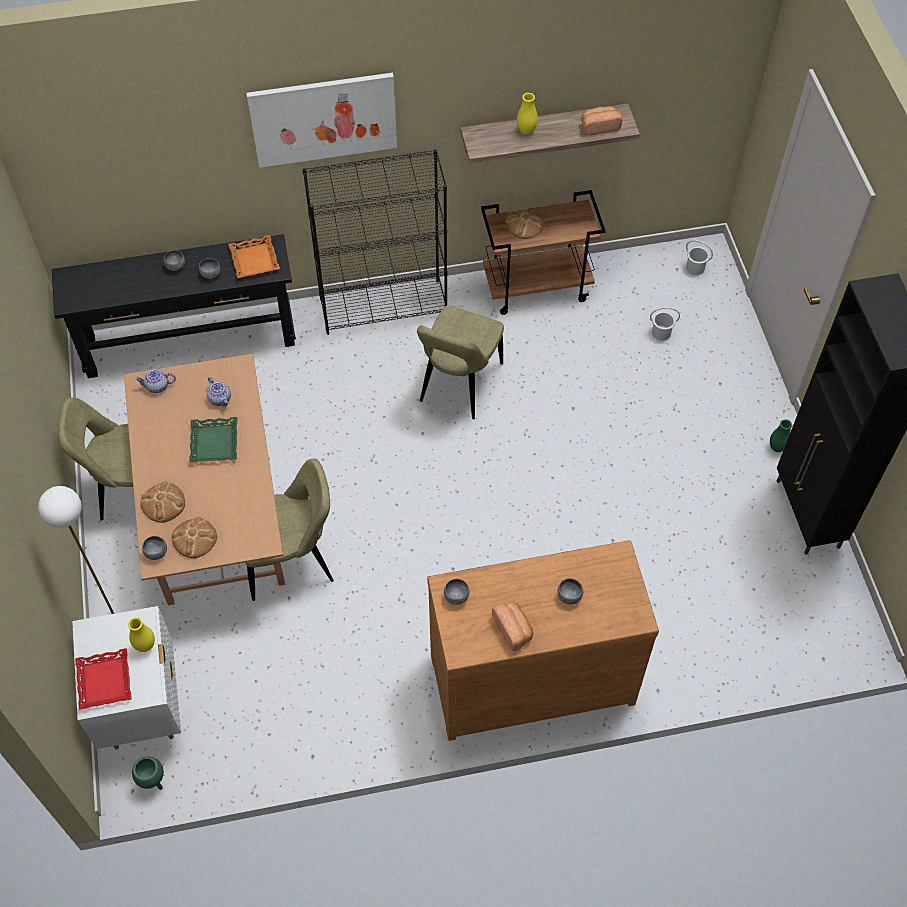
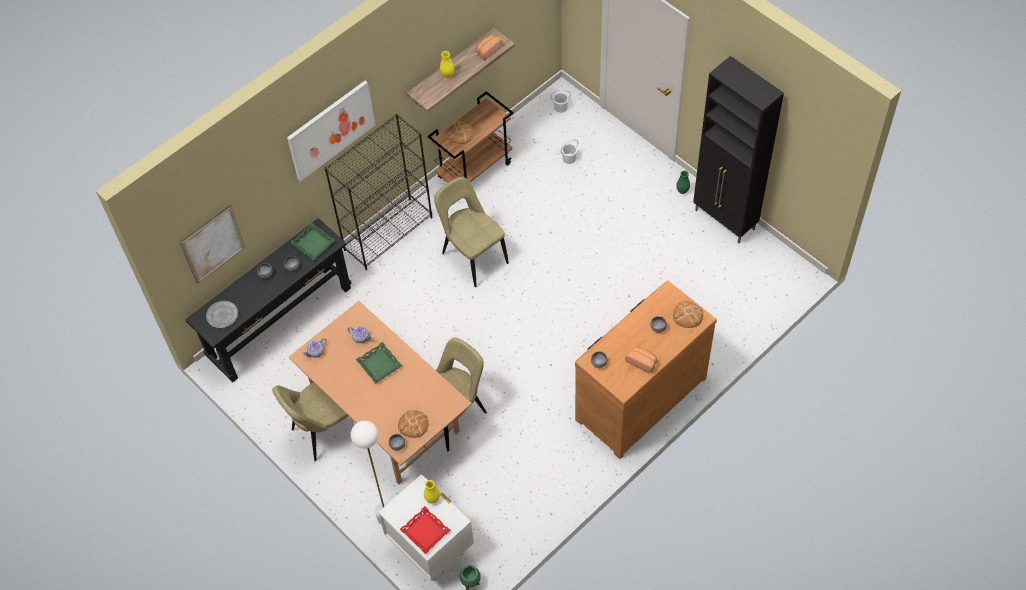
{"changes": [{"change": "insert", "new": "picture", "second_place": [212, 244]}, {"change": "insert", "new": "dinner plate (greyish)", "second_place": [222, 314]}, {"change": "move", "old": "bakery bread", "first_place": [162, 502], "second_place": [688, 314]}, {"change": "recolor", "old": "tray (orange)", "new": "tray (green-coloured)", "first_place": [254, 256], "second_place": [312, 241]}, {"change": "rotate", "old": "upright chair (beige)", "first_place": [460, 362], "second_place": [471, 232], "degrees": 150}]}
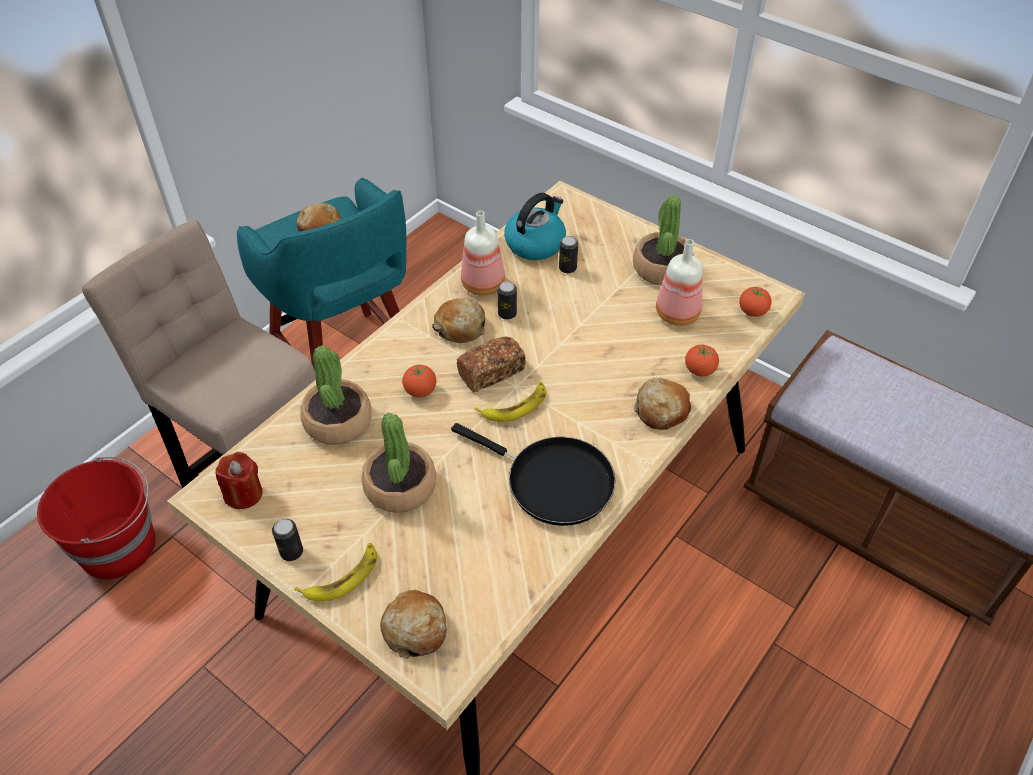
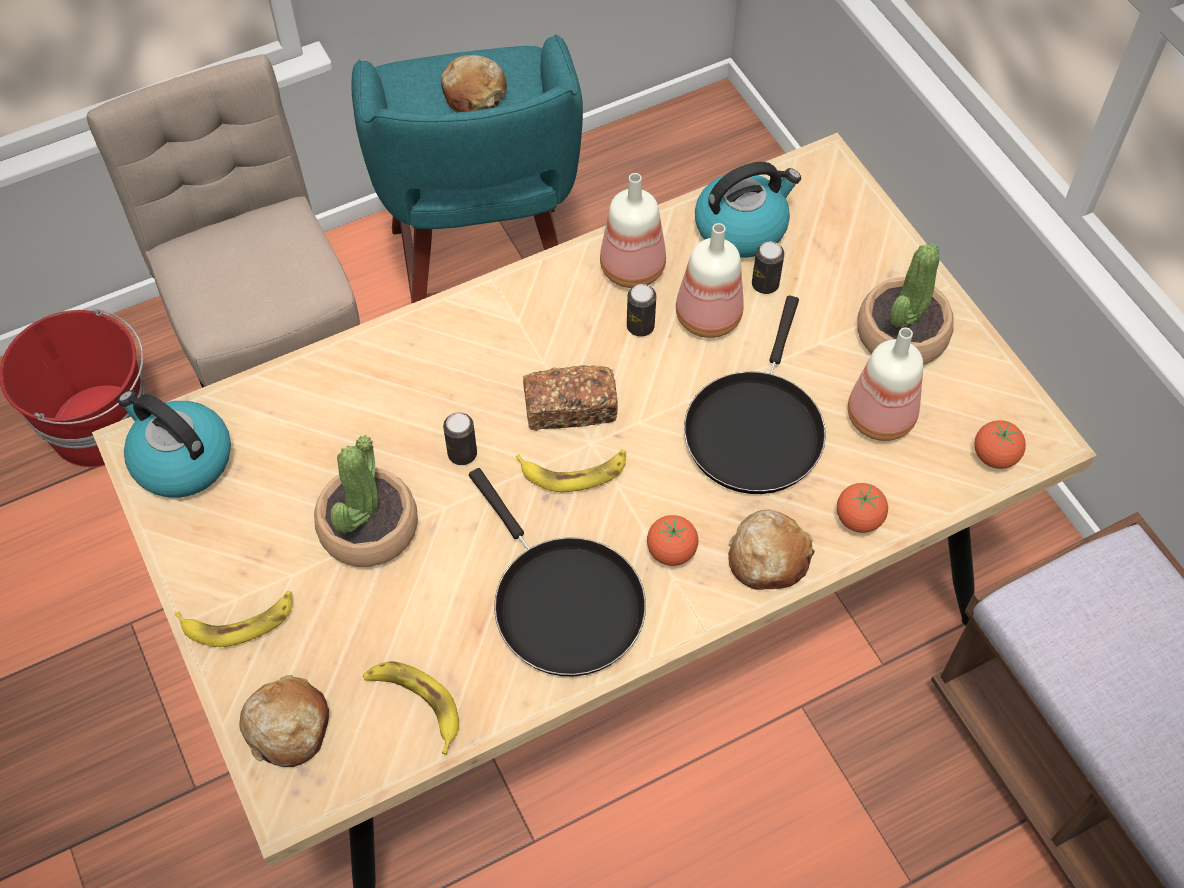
{"changes": [{"change": "delete", "old": "plant in a pot", "first_place": [336, 395]}, {"change": "delete", "old": "bakery bread", "first_place": [458, 320]}, {"change": "insert", "new": "banana", "second_place": [411, 707]}, {"change": "insert", "new": "beverage bottle", "second_place": [710, 280]}, {"change": "insert", "new": "skillet (black-coloured)", "second_place": [755, 395]}, {"change": "move", "old": "sealed can", "first_place": [287, 540], "second_place": [460, 438]}, {"change": "move", "old": "fresh tomato", "first_place": [419, 381], "second_place": [672, 540]}, {"change": "replace", "old": "candle (red)", "new": "kettle", "first_place": [239, 480], "second_place": [174, 444]}]}
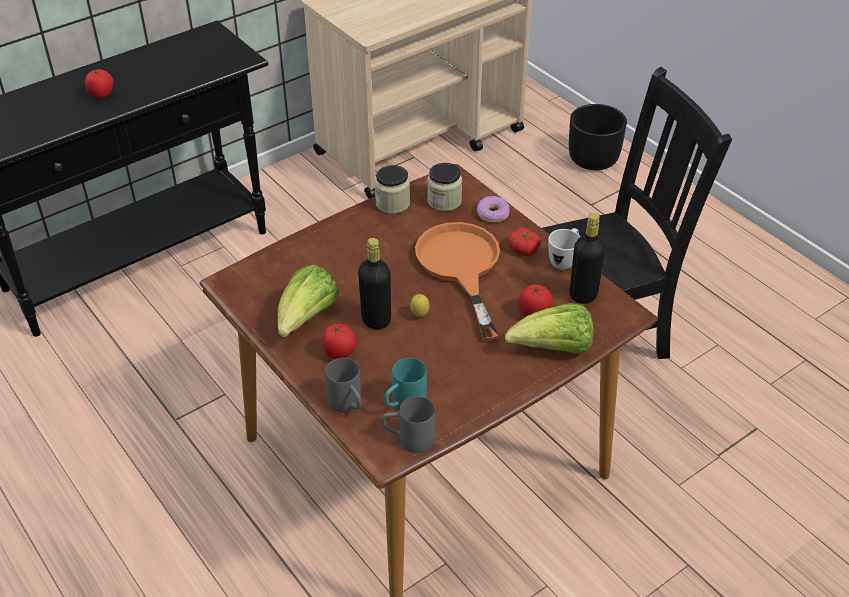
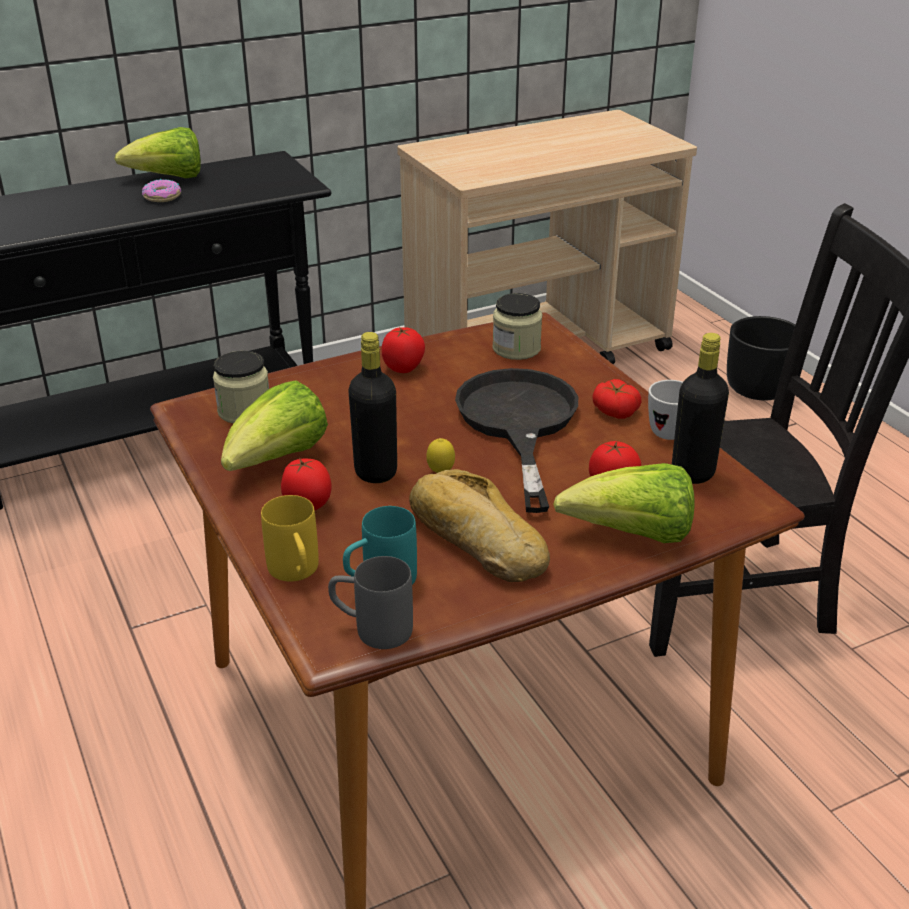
{"changes": [{"change": "insert", "new": "lettuce", "second_place": [158, 152]}, {"change": "insert", "new": "bakery bread", "second_place": [479, 525]}, {"change": "move", "old": "fresh tomato", "first_place": [99, 84], "second_place": [403, 350]}, {"change": "move", "old": "jar", "first_place": [392, 189], "second_place": [241, 387]}, {"change": "move", "old": "donut", "first_place": [493, 209], "second_place": [161, 190]}, {"change": "recolor", "old": "coffee mug (greyish)", "new": "coffee mug (yellow-coloured)", "first_place": [343, 385], "second_place": [290, 538]}, {"change": "recolor", "old": "skillet (orange)", "new": "skillet (black-coloured)", "first_place": [457, 281], "second_place": [516, 440]}]}
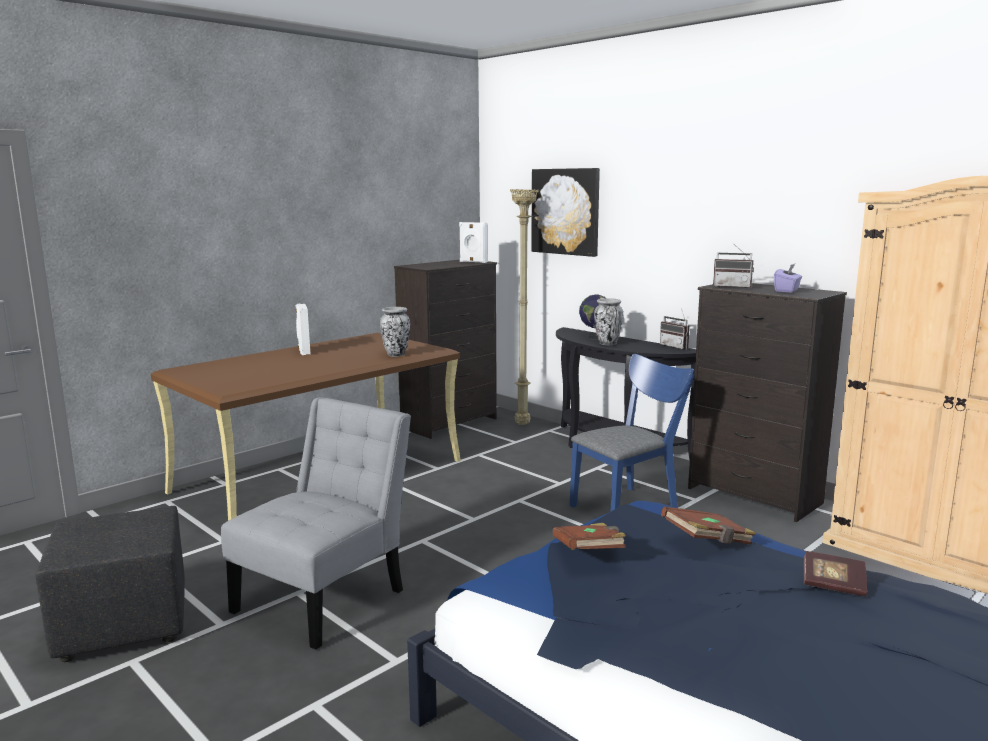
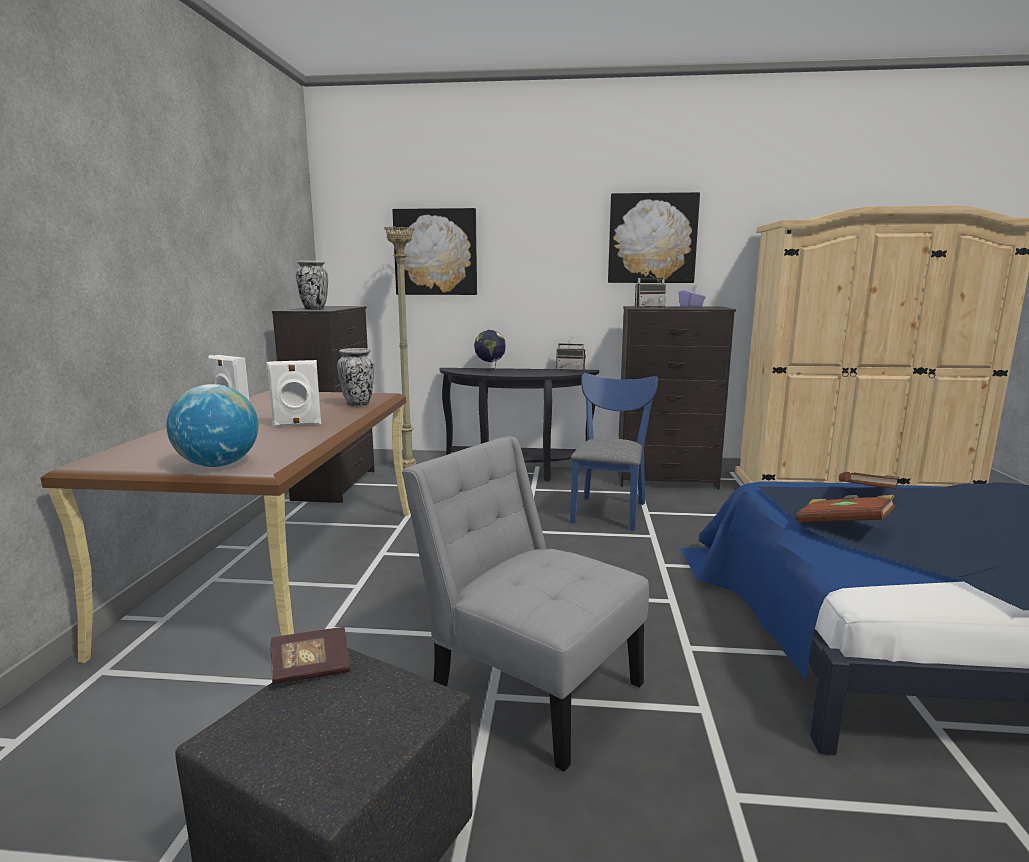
{"changes": [{"change": "insert", "new": "desk globe", "second_place": [212, 425]}, {"change": "insert", "new": "picture", "second_place": [654, 237]}, {"change": "move", "old": "speaker (white)", "first_place": [473, 242], "second_place": [293, 393]}, {"change": "move", "old": "decorative vase", "first_place": [608, 322], "second_place": [312, 285]}, {"change": "move", "old": "book", "first_place": [835, 573], "second_place": [310, 656]}, {"change": "rotate", "old": "upright chair (greyish)", "first_place": [316, 523], "second_place": [525, 604], "degrees": -45}]}
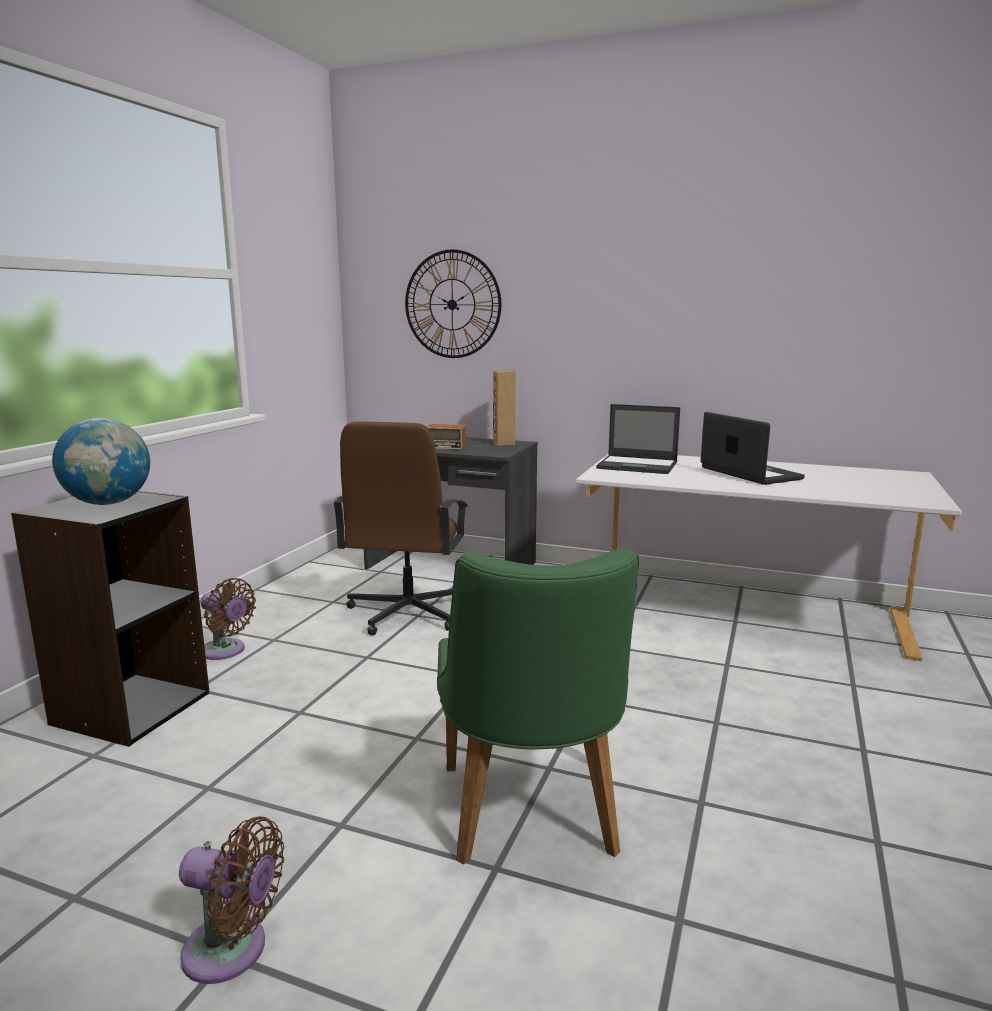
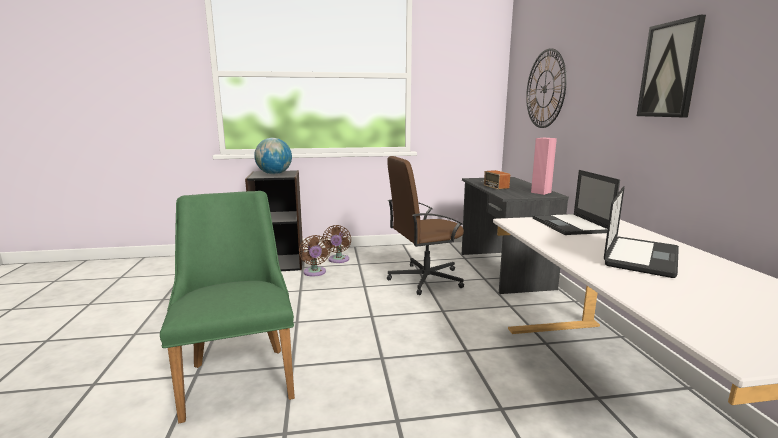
{"changes": [{"change": "insert", "new": "picture", "second_place": [671, 66]}, {"change": "move", "old": "fan (brown)", "first_place": [231, 900], "second_place": [315, 255]}, {"change": "recolor", "old": "speaker (brown)", "new": "speaker (pink)", "first_place": [504, 408], "second_place": [544, 166]}, {"change": "rotate", "old": "upright chair (green-coloured)", "first_place": [538, 706], "second_place": [227, 307], "degrees": 105}]}
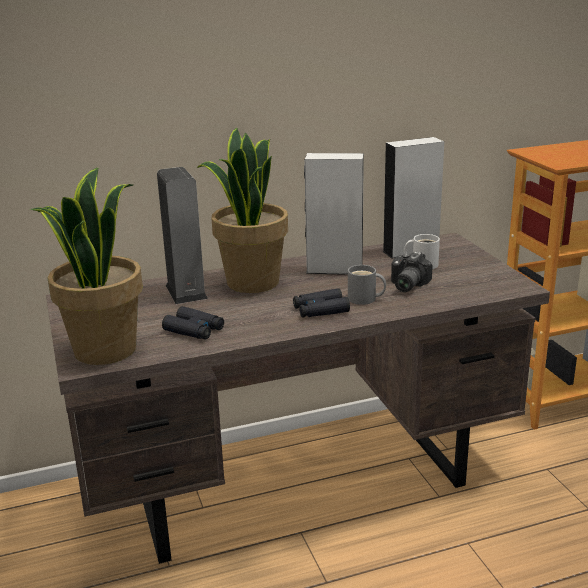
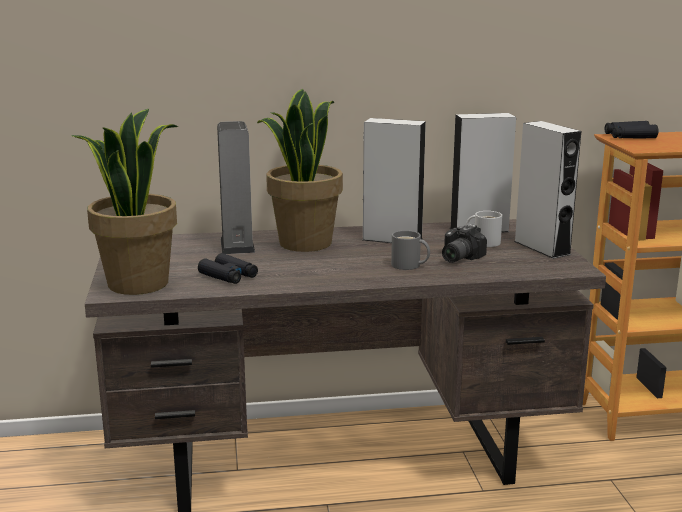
{"changes": [{"change": "insert", "new": "speaker (greyish)", "second_place": [547, 190]}, {"change": "move", "old": "field glasses (black-coloured)", "first_place": [321, 303], "second_place": [631, 130]}]}
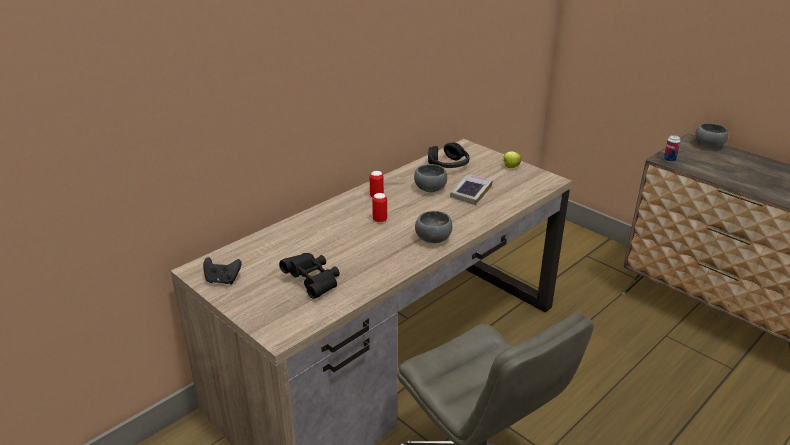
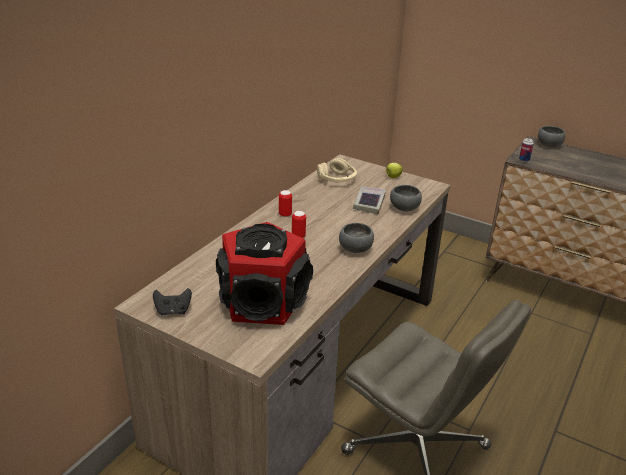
{"changes": [{"change": "move", "old": "serving bowl (greyish)", "first_place": [430, 178], "second_place": [406, 198]}, {"change": "replace", "old": "field glasses (black-coloured)", "new": "speaker", "first_place": [309, 276], "second_place": [264, 273]}, {"change": "recolor", "old": "headset (black-coloured)", "new": "headset (beige)", "first_place": [448, 155], "second_place": [337, 170]}]}
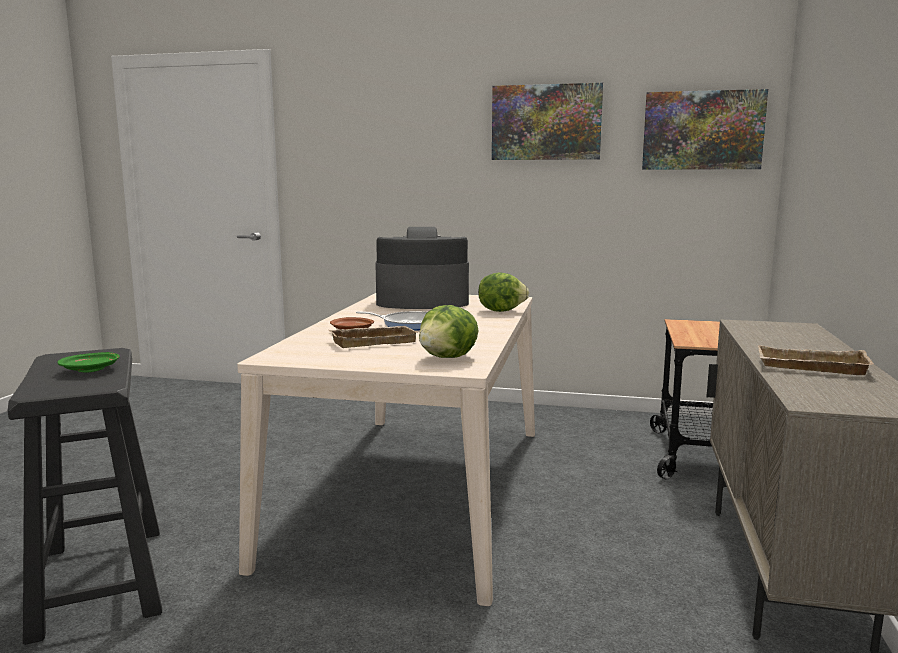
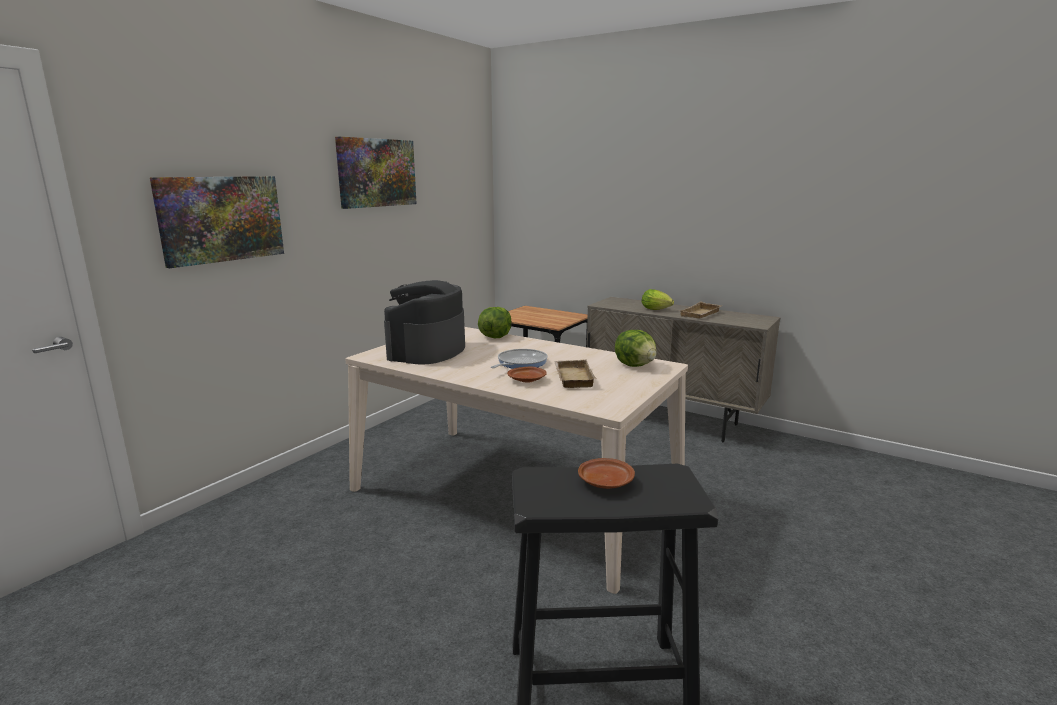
{"changes": [{"change": "insert", "new": "lettuce", "second_place": [658, 299]}, {"change": "move", "old": "picture", "first_place": [705, 129], "second_place": [217, 222]}, {"change": "recolor", "old": "dinner plate (green-coloured)", "new": "dinner plate (brown)", "first_place": [89, 362], "second_place": [606, 473]}]}
